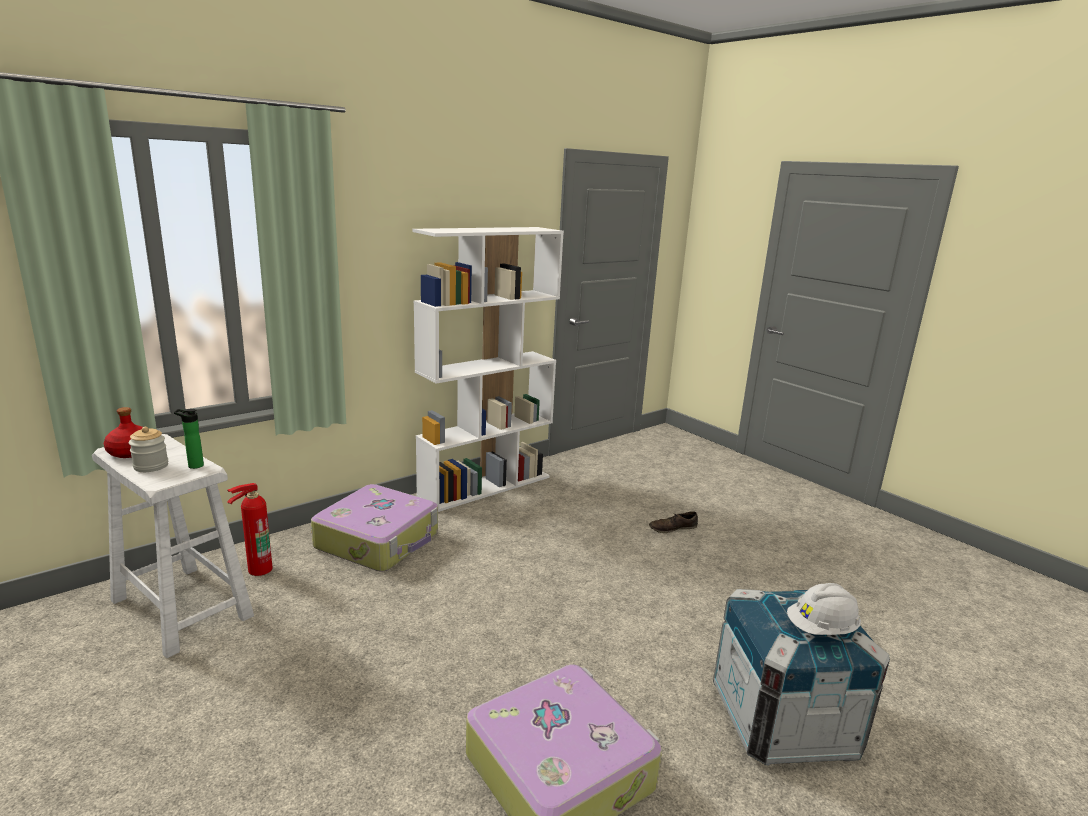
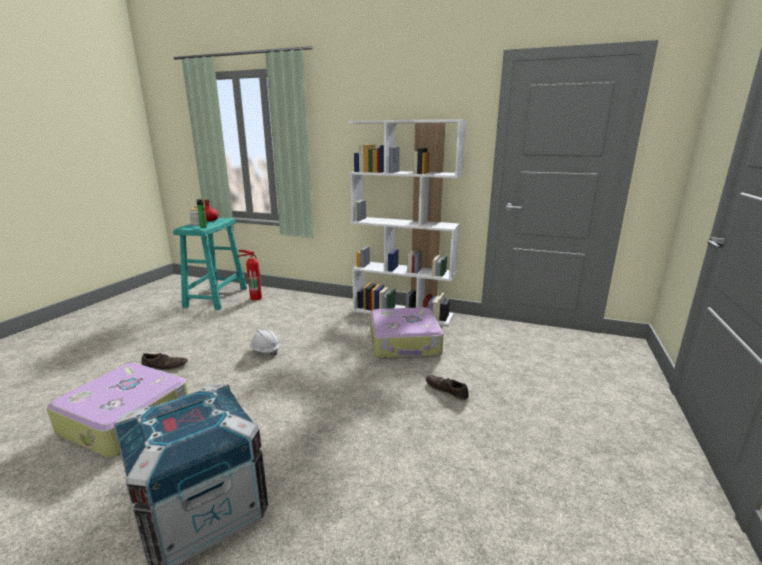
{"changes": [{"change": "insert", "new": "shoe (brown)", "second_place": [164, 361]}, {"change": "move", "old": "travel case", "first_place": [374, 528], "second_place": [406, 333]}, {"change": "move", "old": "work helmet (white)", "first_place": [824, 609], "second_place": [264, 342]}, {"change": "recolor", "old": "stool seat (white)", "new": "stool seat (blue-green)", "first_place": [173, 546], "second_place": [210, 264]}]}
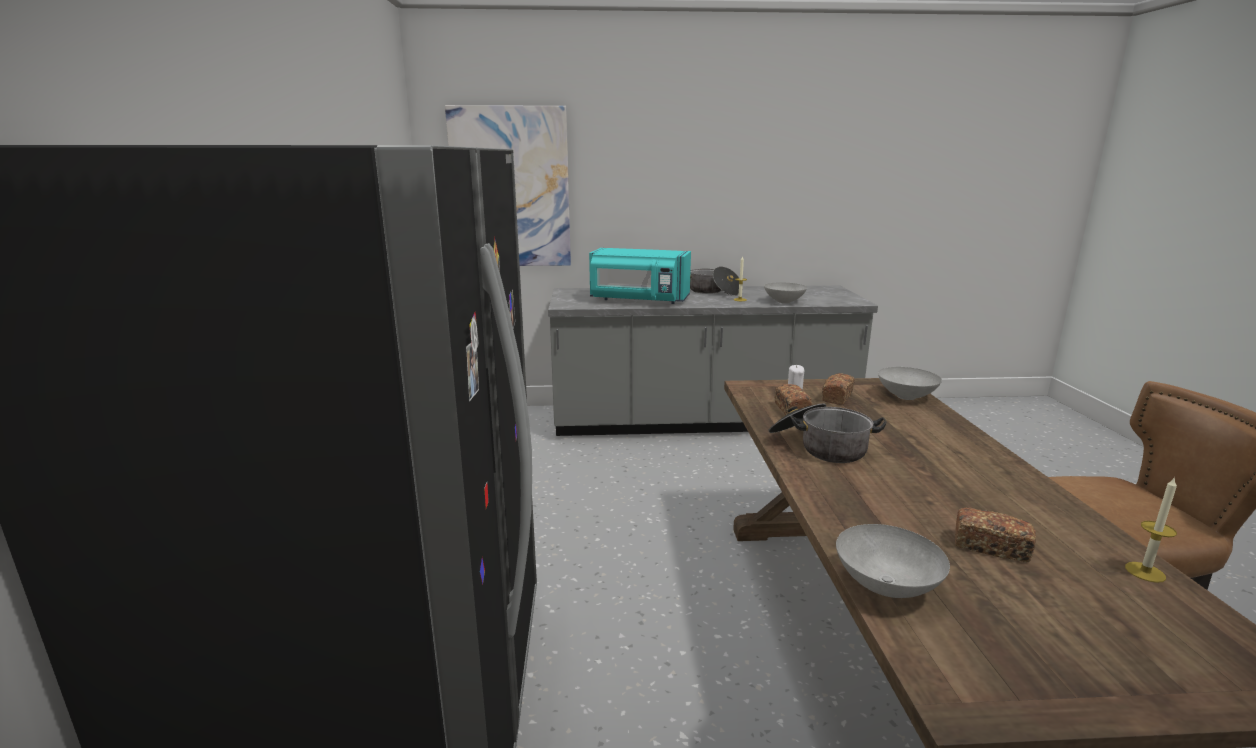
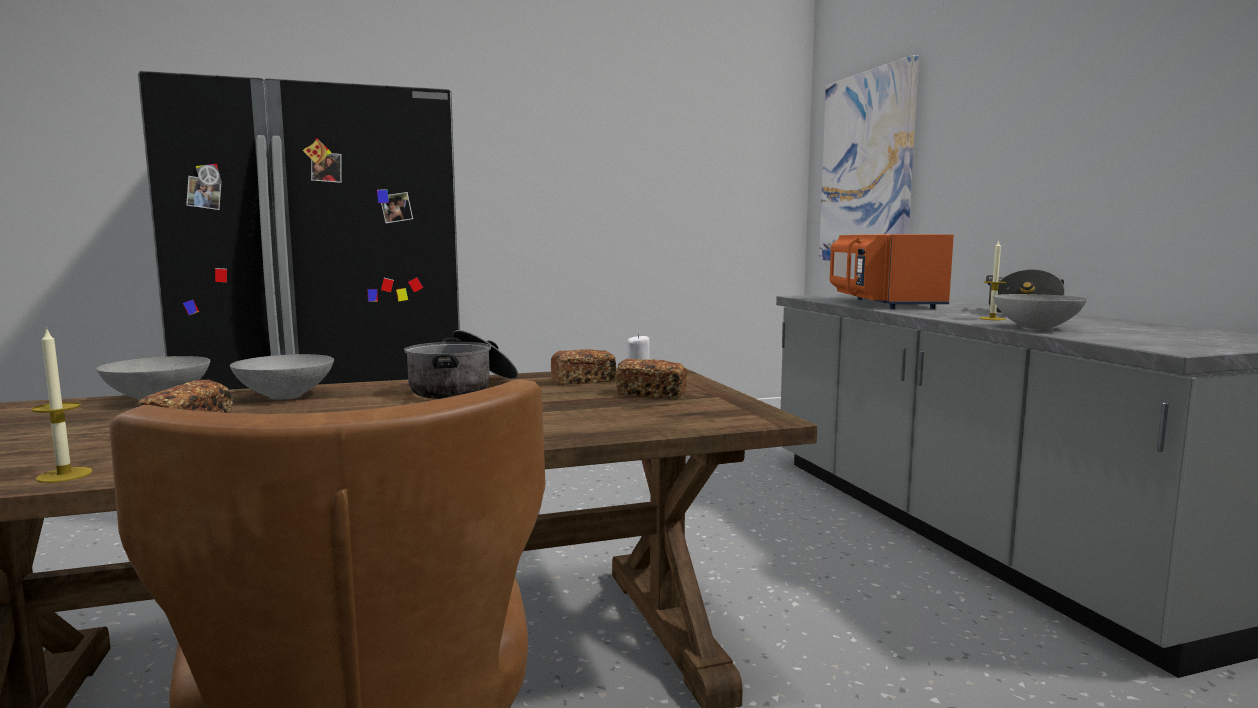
{"changes": [{"change": "move", "old": "serving bowl (greyish)", "first_place": [910, 383], "second_place": [282, 377]}, {"change": "recolor", "old": "kitchen microwave (blue-green)", "new": "kitchen microwave (orange)", "first_place": [640, 276], "second_place": [892, 271]}]}
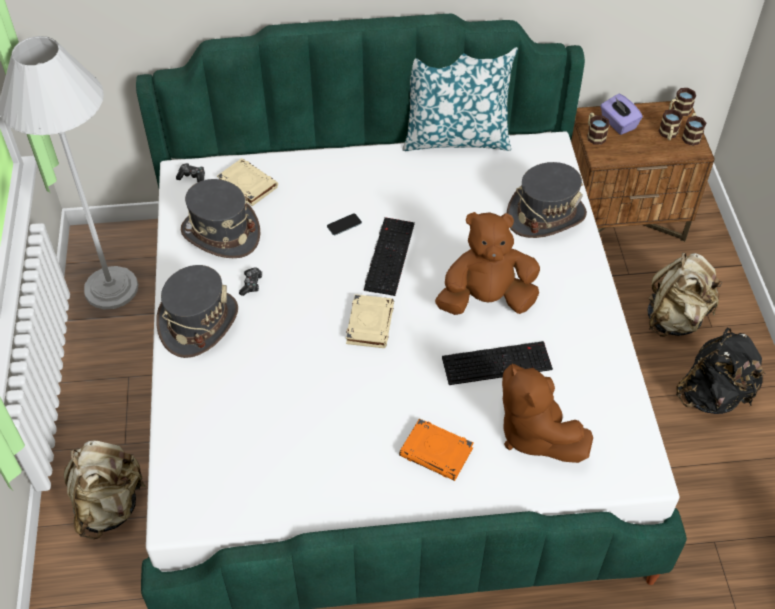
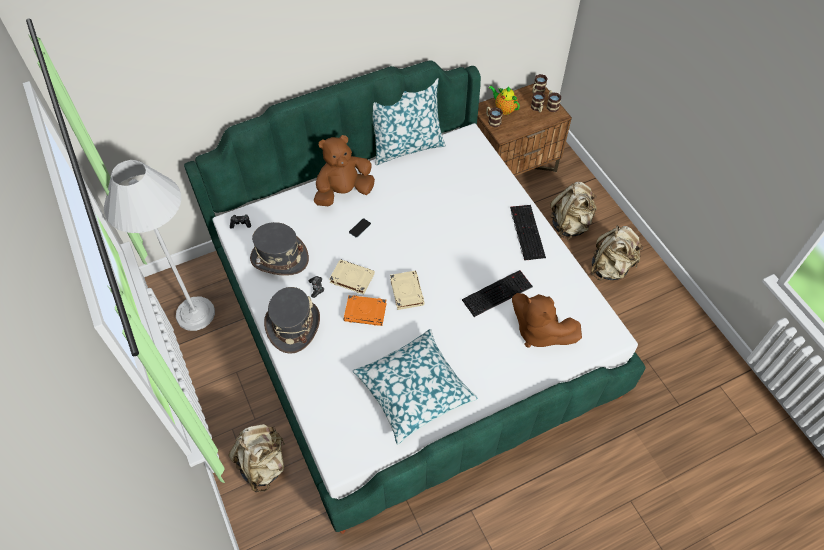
{"changes": [{"change": "delete", "old": "clothing hat (greyish)", "first_place": [547, 200]}, {"change": "insert", "new": "cushion", "second_place": [415, 387]}, {"change": "move", "old": "book (beige)", "first_place": [247, 182], "second_place": [352, 277]}, {"change": "move", "old": "PC keyboard", "first_place": [389, 256], "second_place": [528, 233]}, {"change": "move", "old": "book (orange)", "first_place": [436, 449], "second_place": [365, 310]}, {"change": "move", "old": "plush toy (brown)", "first_place": [487, 263], "second_place": [344, 170]}, {"change": "replace", "old": "box of tissues (purplish)", "new": "pot for tea", "first_place": [621, 114], "second_place": [504, 100]}, {"change": "recolor", "old": "backpack (black-coloured)", "new": "backpack (beige)", "first_place": [721, 371], "second_place": [617, 252]}]}
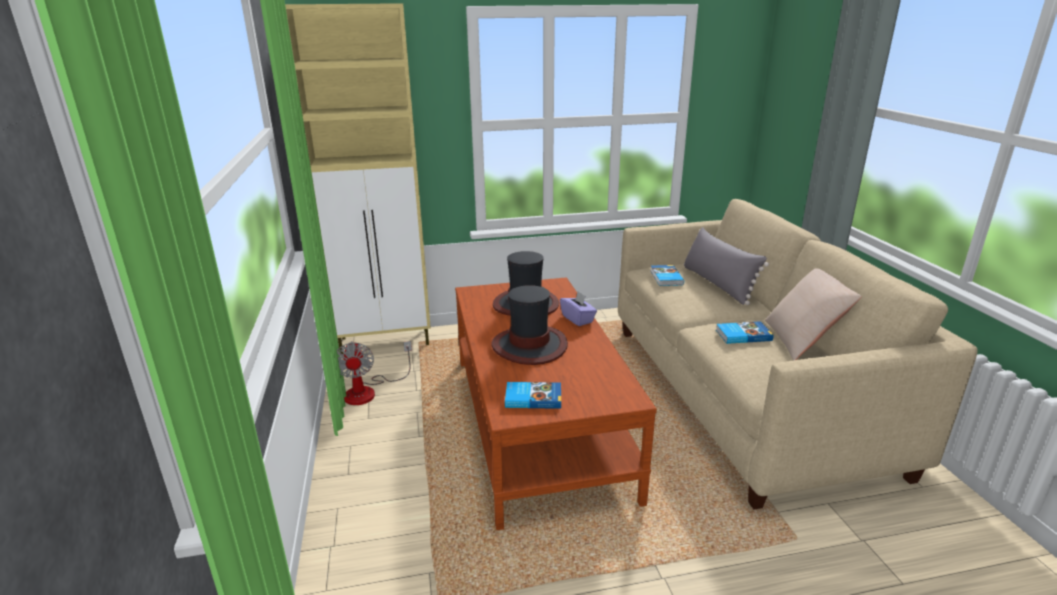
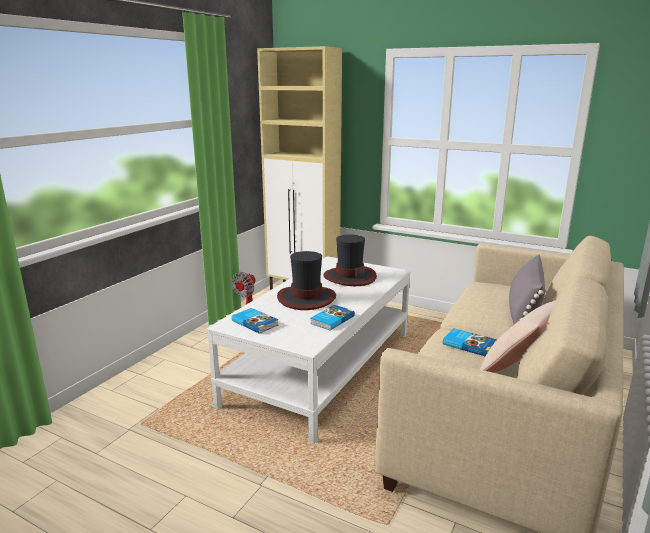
{"changes": [{"change": "delete", "old": "box of tissues (purplish)", "first_place": [578, 308]}, {"change": "move", "old": "book", "first_place": [667, 275], "second_place": [332, 317]}, {"change": "recolor", "old": "coffee table (brown)", "new": "coffee table (white)", "first_place": [556, 403], "second_place": [309, 350]}]}
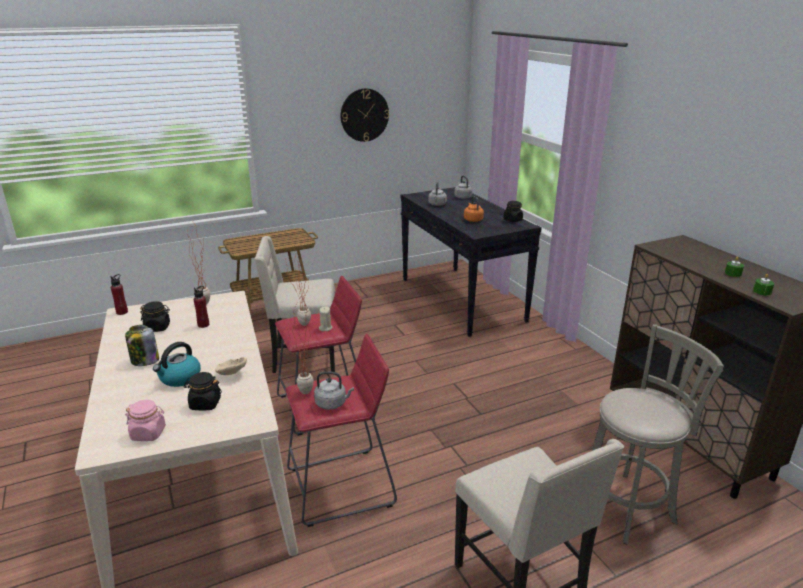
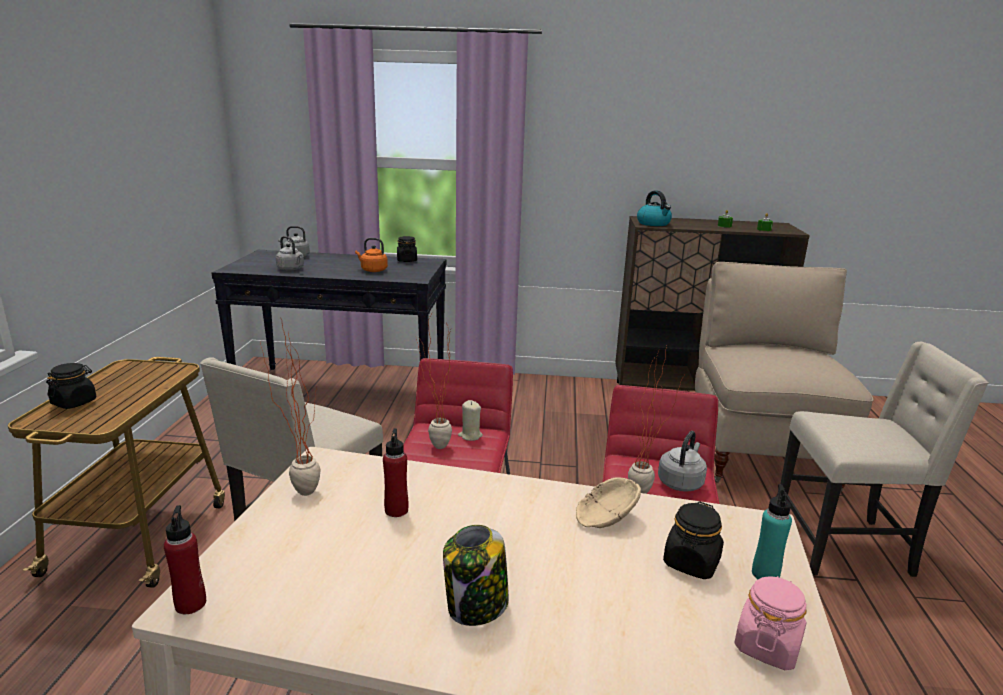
{"changes": [{"change": "delete", "old": "wall clock", "first_place": [365, 115]}, {"change": "insert", "new": "beverage bottle (blue-green)", "second_place": [772, 531]}, {"change": "move", "old": "jar (black-coloured)", "first_place": [155, 316], "second_place": [71, 386]}, {"change": "move", "old": "kettle", "first_place": [177, 364], "second_place": [654, 208]}, {"change": "replace", "old": "stool seat (greyish)", "new": "upright chair (beige)", "first_place": [658, 434], "second_place": [784, 377]}]}
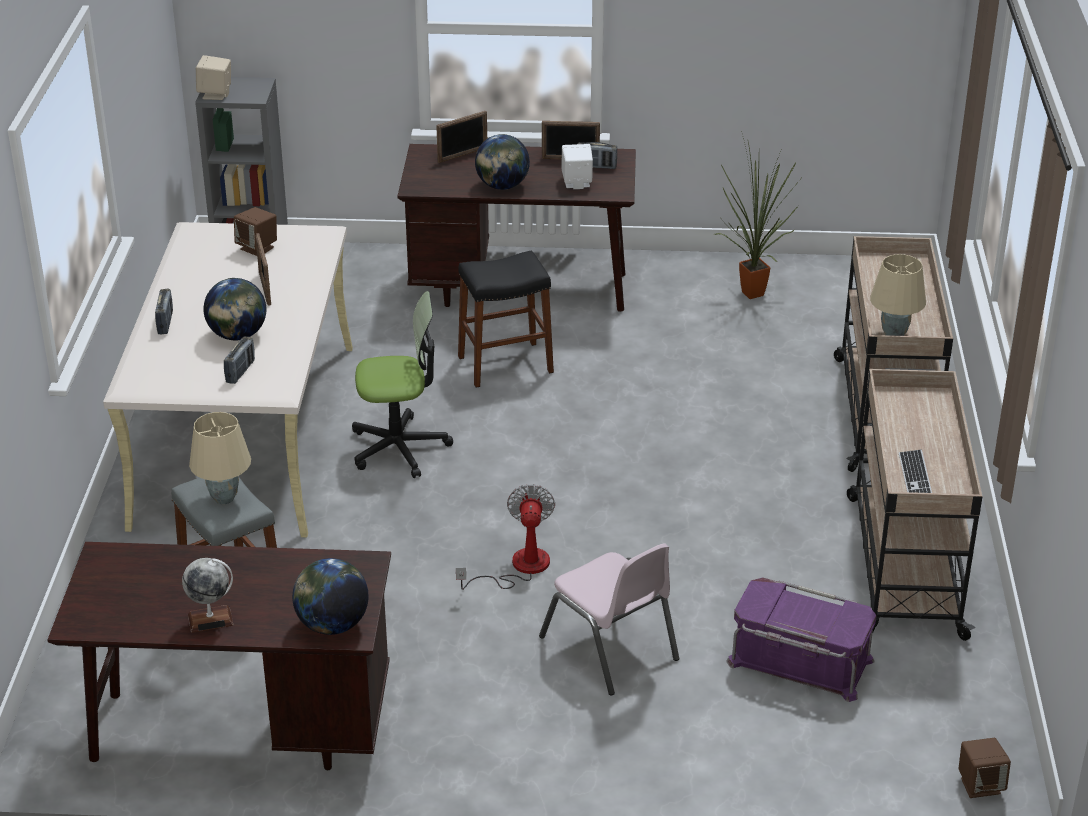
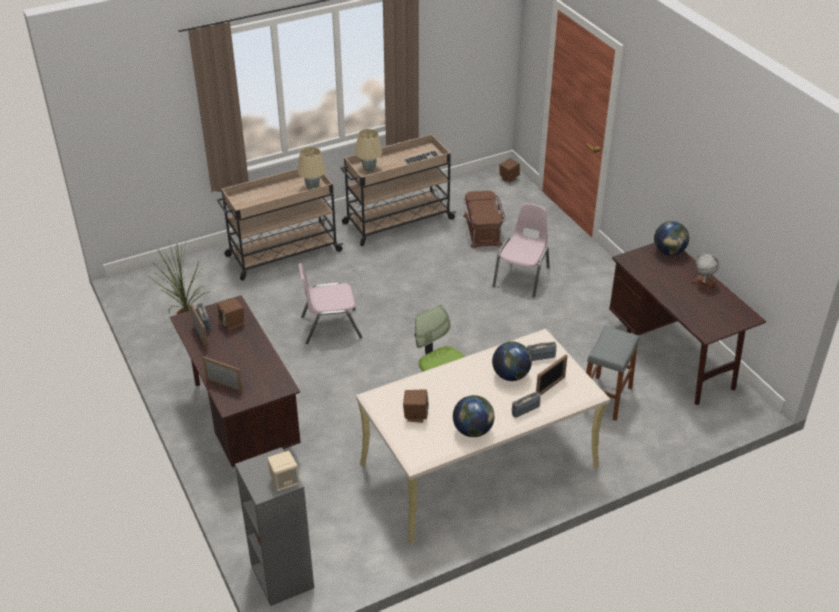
{"changes": [{"change": "delete", "old": "fan", "first_place": [505, 537]}, {"change": "delete", "old": "stool seat (black-coloured)", "first_place": [506, 319]}, {"change": "insert", "new": "upright chair (pink)", "second_place": [330, 303]}, {"change": "move", "old": "tabletop lamp (beige)", "first_place": [220, 458], "second_place": [369, 150]}, {"change": "move", "old": "photo frame", "first_place": [263, 269], "second_place": [551, 375]}, {"change": "move", "old": "desk globe", "first_place": [502, 162], "second_place": [474, 416]}, {"change": "recolor", "old": "speaker (white)", "new": "speaker (brown)", "first_place": [577, 166], "second_place": [230, 314]}, {"change": "recolor", "old": "storage container (purplish)", "new": "storage container (brown)", "first_place": [801, 639], "second_place": [484, 219]}]}
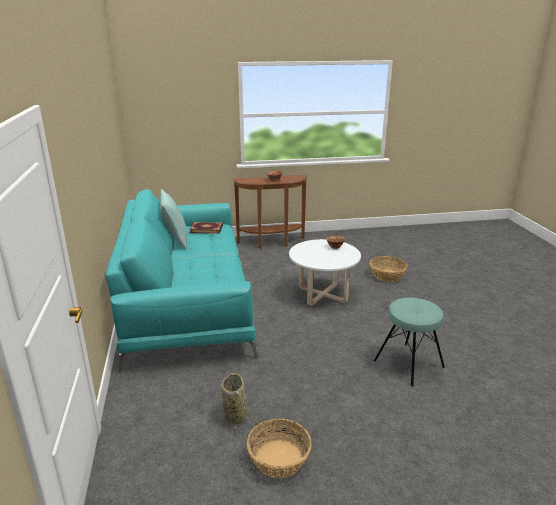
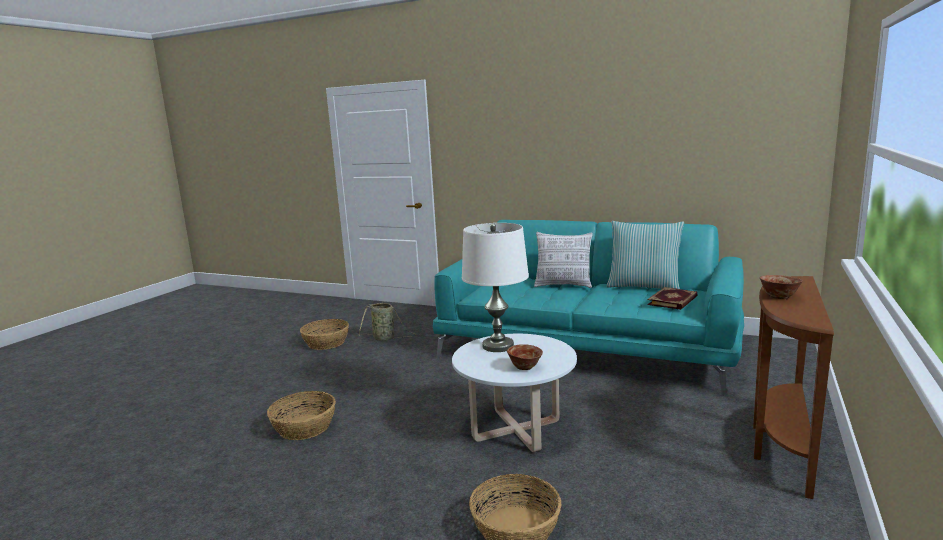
{"changes": [{"change": "insert", "new": "tabletop lamp (white)", "second_place": [495, 287]}, {"change": "insert", "new": "cushion", "second_place": [563, 260]}, {"change": "replace", "old": "stool seat (blue-green)", "new": "household basket", "first_place": [409, 342], "second_place": [301, 415]}]}
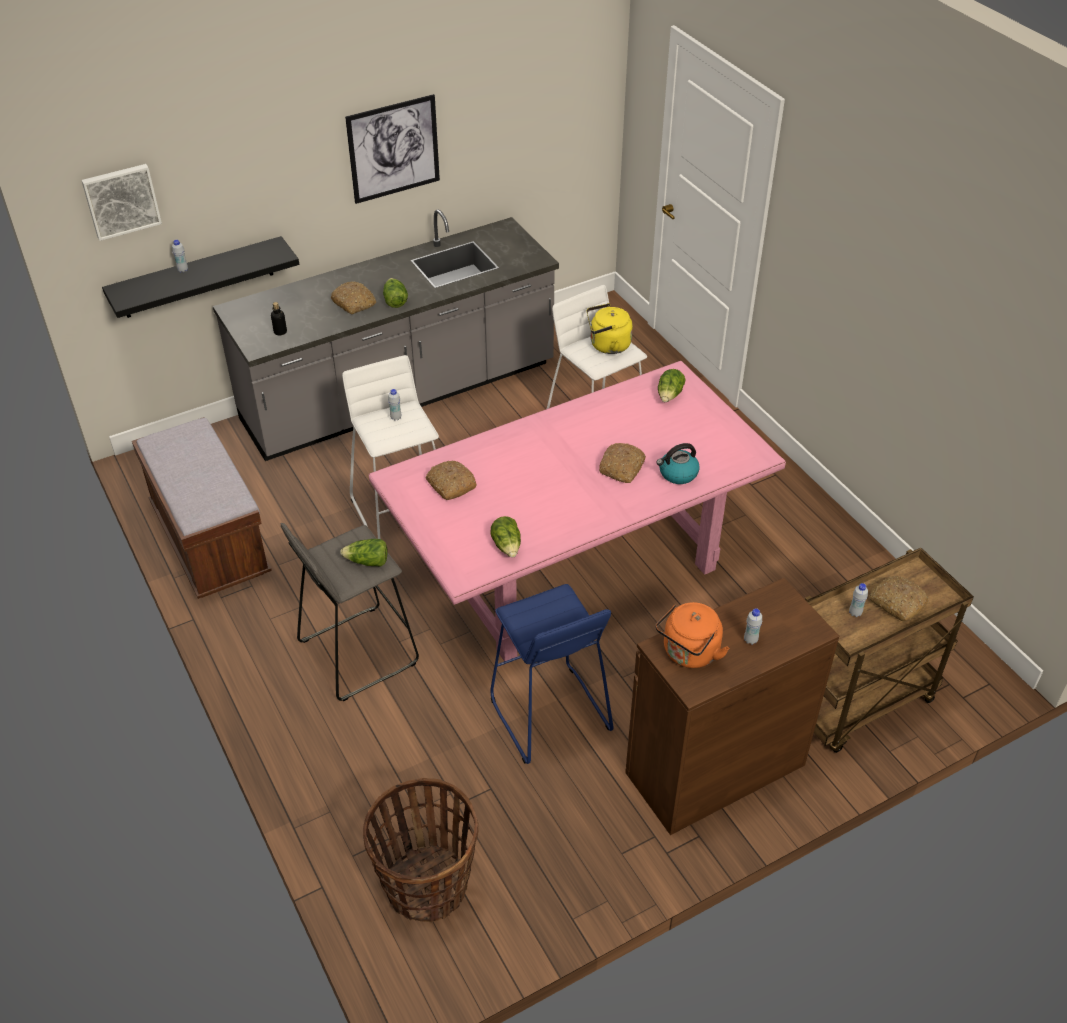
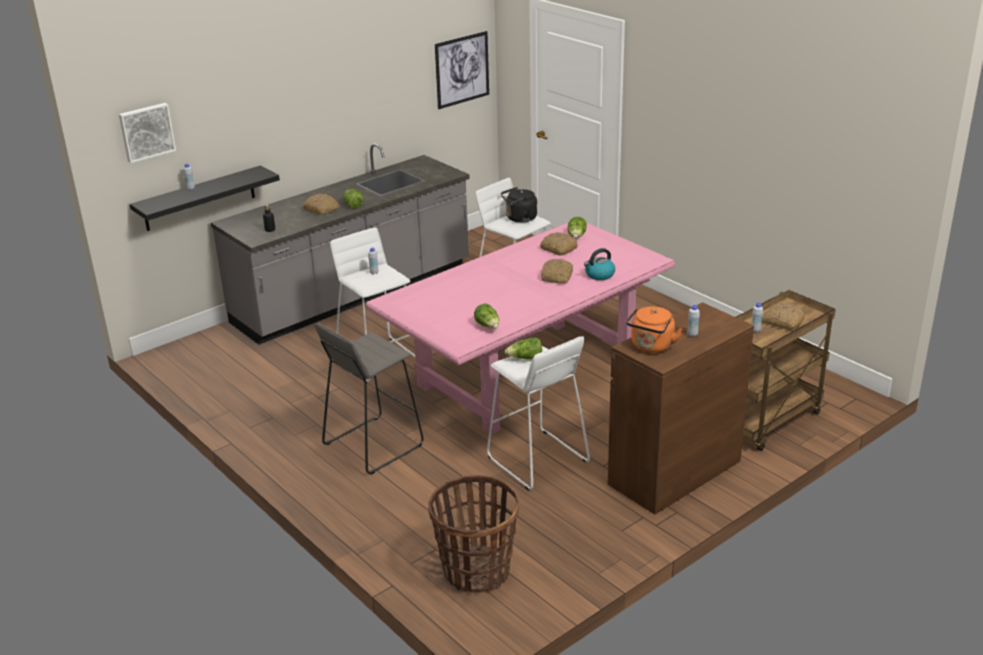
{"changes": [{"change": "delete", "old": "long seat (brown)", "first_place": [202, 508]}, {"change": "move", "old": "lettuce", "first_place": [363, 553], "second_place": [523, 349]}, {"change": "move", "old": "picture", "first_place": [392, 149], "second_place": [462, 70]}, {"change": "move", "old": "bakery bread", "first_place": [451, 480], "second_place": [559, 243]}, {"change": "recolor", "old": "stool seat (blue-coloured)", "new": "stool seat (white)", "first_place": [552, 674], "second_place": [538, 413]}, {"change": "recolor", "old": "kettle (yellow-coloured)", "new": "kettle (black-coloured)", "first_place": [610, 328], "second_place": [519, 205]}]}
